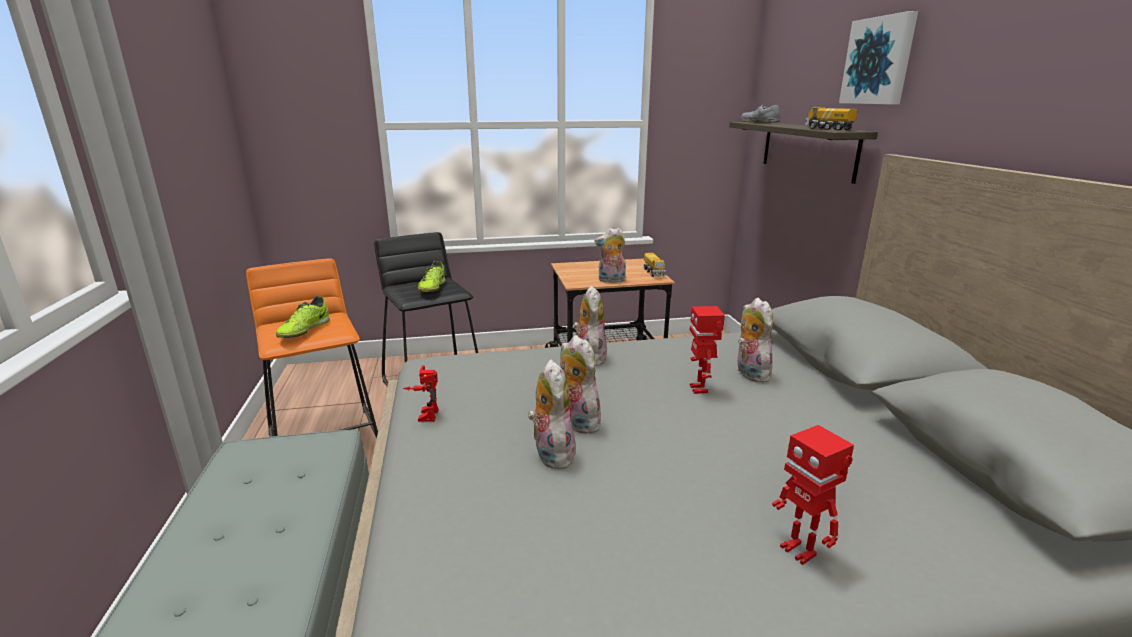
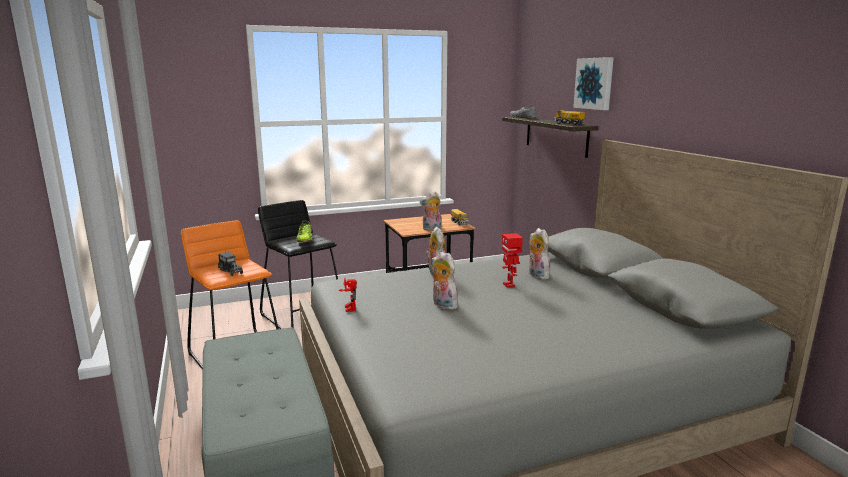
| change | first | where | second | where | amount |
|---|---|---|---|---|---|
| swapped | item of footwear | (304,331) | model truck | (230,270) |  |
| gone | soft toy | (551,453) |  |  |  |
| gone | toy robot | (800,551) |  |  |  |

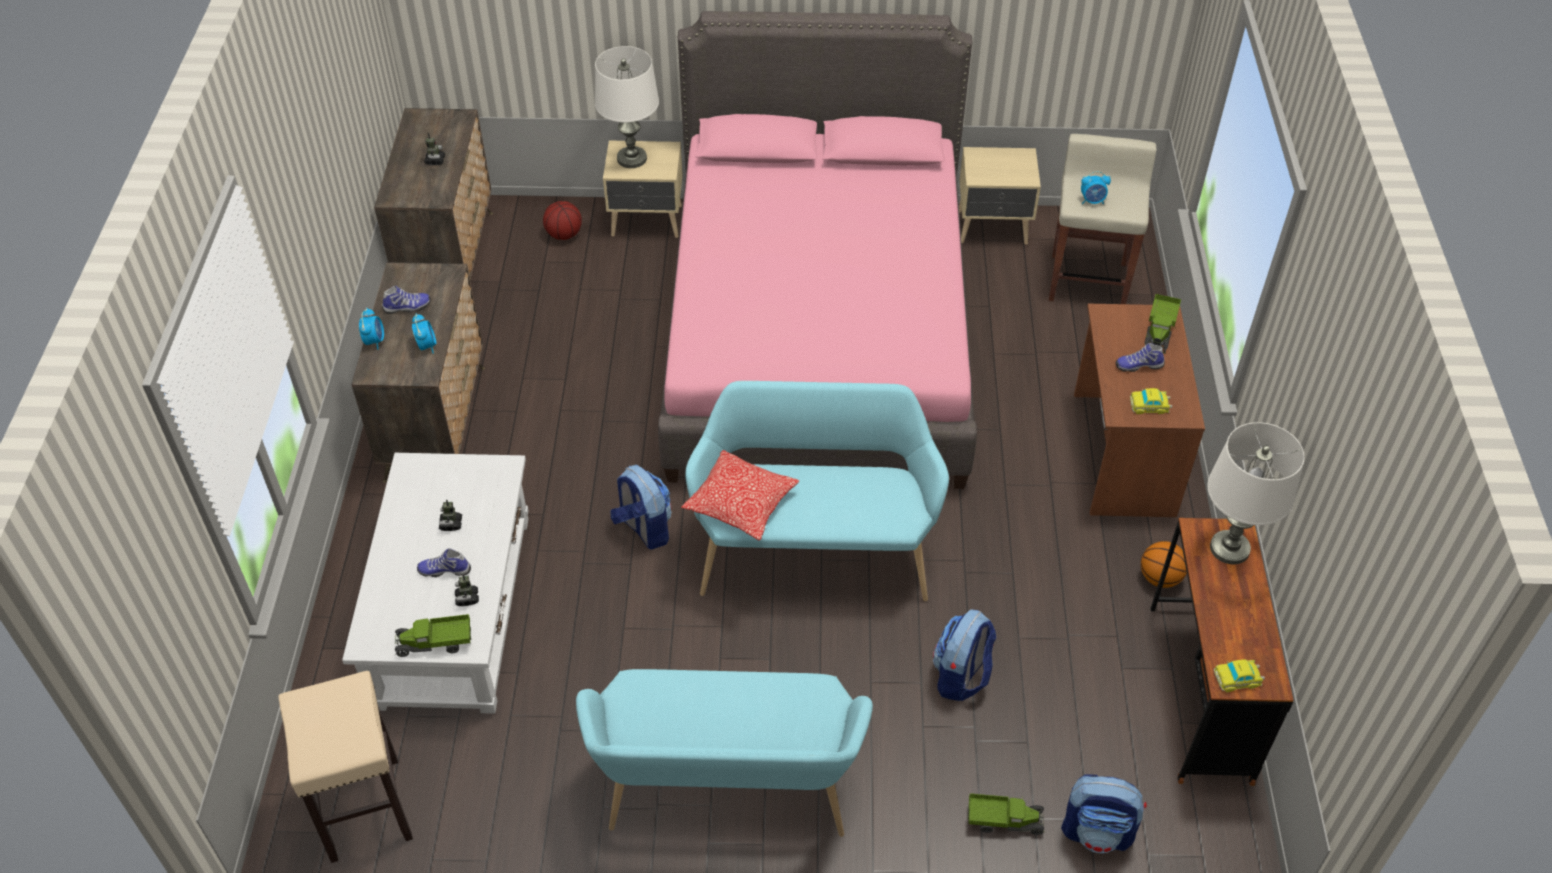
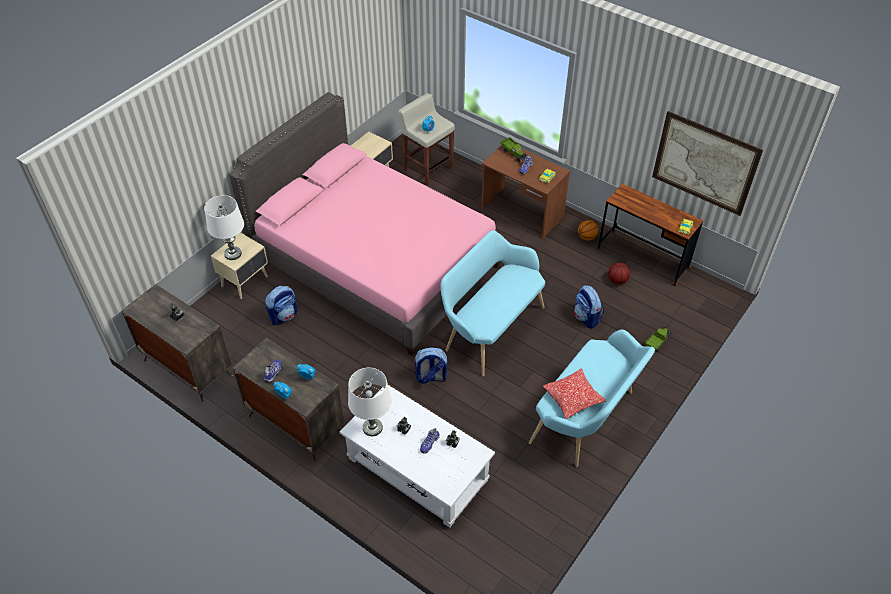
| change | first | where | second | where | amount |
|---|---|---|---|---|---|
| shifted | ball for basketball | (564,234) |  | (617,280) |  |
| shifted | table lamp/whitish | (1229,548) |  | (372,427) |  |
| shifted | pillow | (741,504) |  | (573,398) |  |
| gone | model truck | (435,643) |  |  |  |
| gone | stool/sand-coloured | (364,807) |  |  |  |
| shifted | backpack | (1098,832) |  | (284,316) |  |
| new |  |  | wall picture | (705,163) |  |

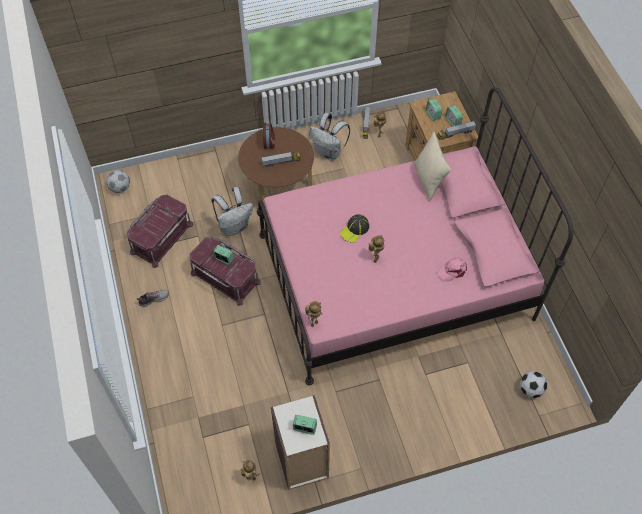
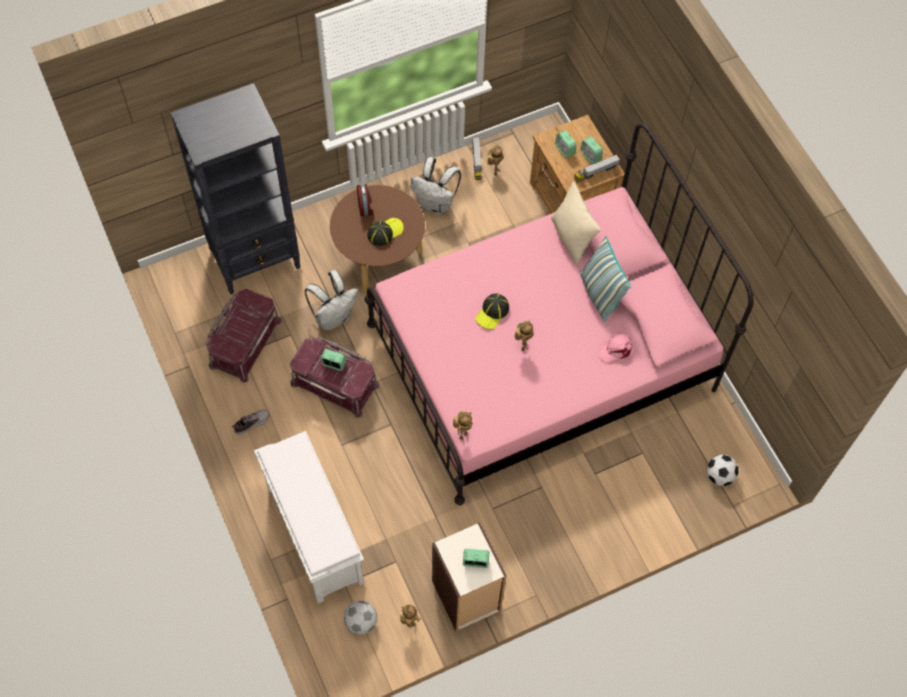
| change | first | where | second | where | amount |
|---|---|---|---|---|---|
| swapped | model truck | (281,162) | baseball cap | (385,232) |  |
| shifted | ball for football | (120,188) |  | (361,622) |  |
| new |  |  | shelving unit/black | (256,258) |  |
| new |  |  | pillow | (599,294) |  |
| new |  |  | long seat/whitish | (313,533) |  |

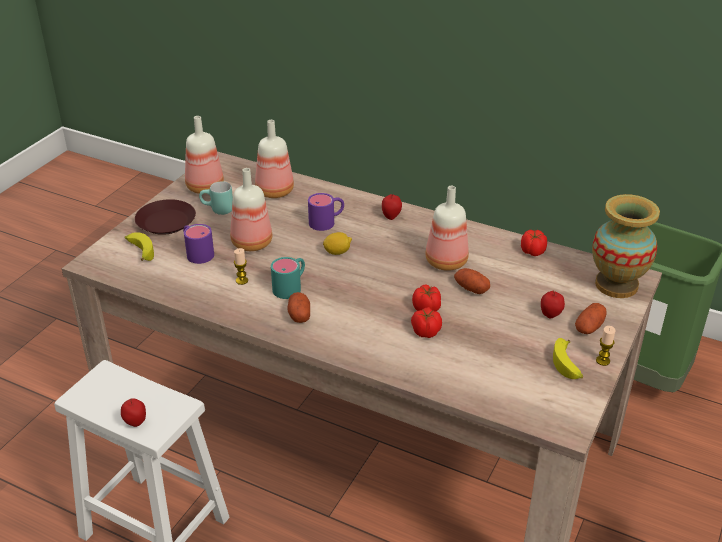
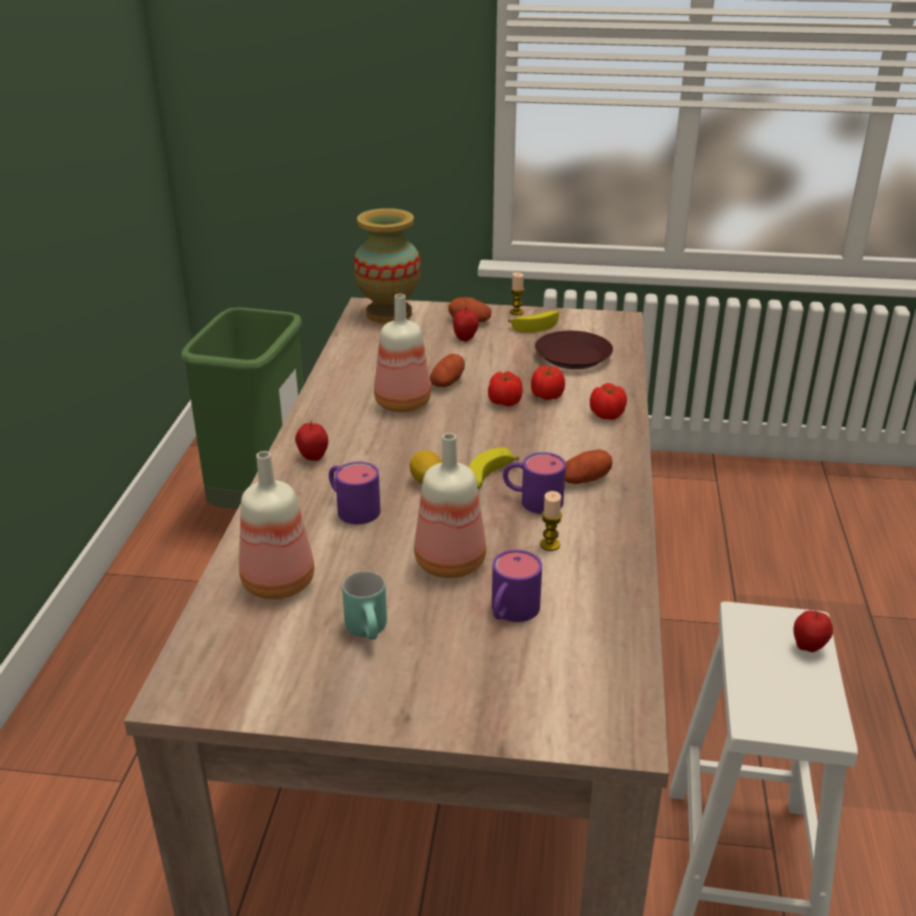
| change | first | where | second | where | amount |
|---|---|---|---|---|---|
| gone | drink bottle | (205,188) |  |  |  |
| shifted | plate/brown | (165,222) |  | (574,356) |  |
| shifted | fresh tomato | (532,252) |  | (608,414) |  |
| shifted | banana fruit | (139,251) |  | (489,478) |  |
| repainted | tea mug/turquoise-coloured | (291,286) | tea mug/purple-coloured | (532,500) |  |

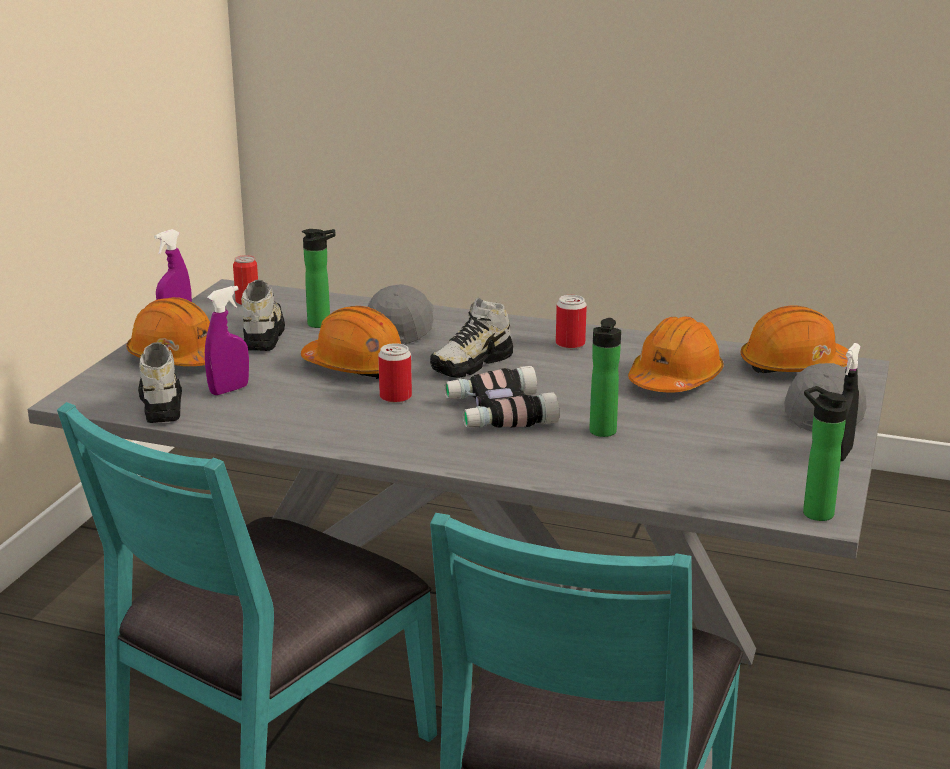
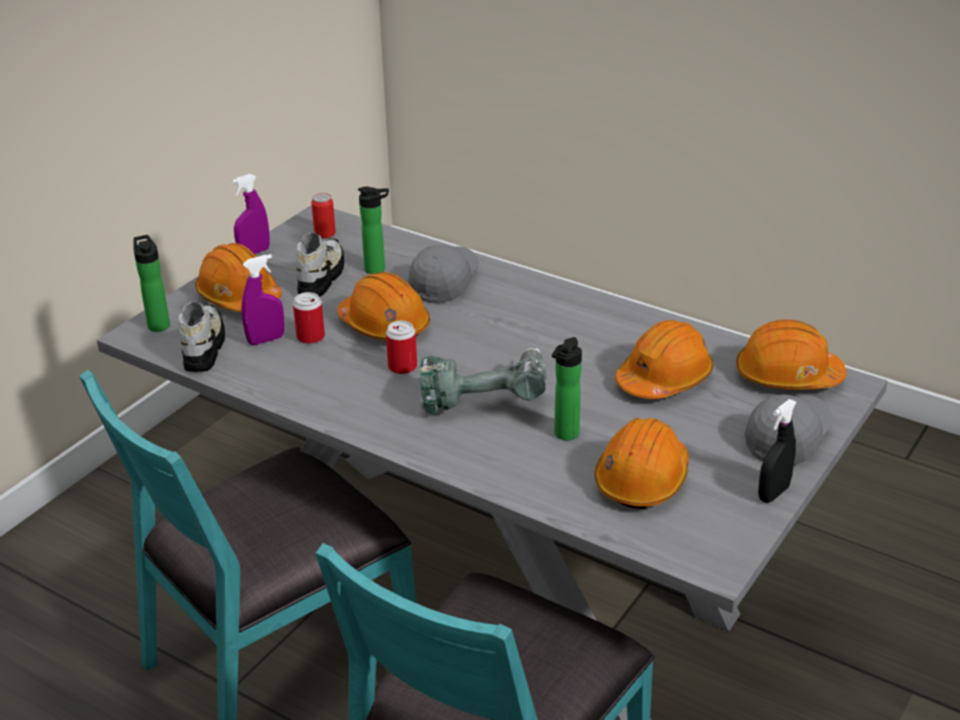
| change | first | where | second | where | amount |
|---|---|---|---|---|---|
| shifted | can | (570,344) |  | (310,337) |  |
| gone | item of footwear | (472,364) |  |  |  |
| swapped | binoculars | (498,413) | electric drill | (483,398) |  |
| shifted | drink bottle | (814,512) |  | (158,324) |  |
| new |  |  | work helmet/orange-coloured | (642,479) |  |

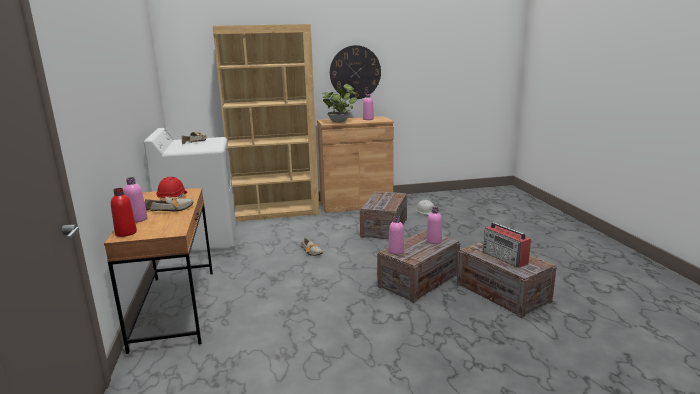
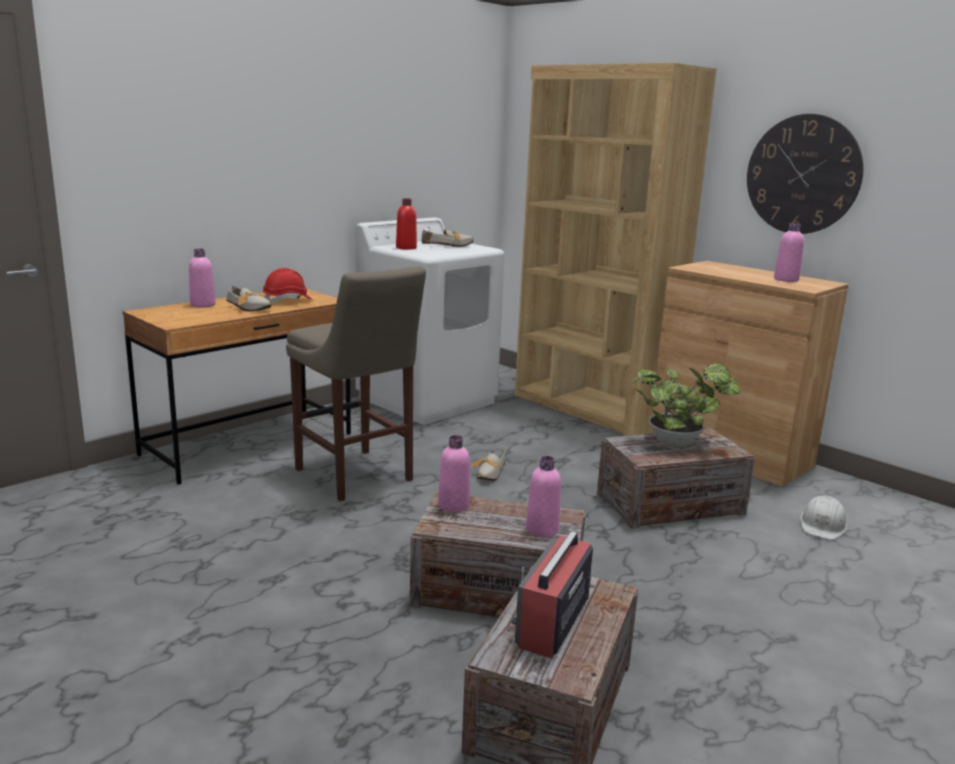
| change | first | where | second | where | amount |
|---|---|---|---|---|---|
| shifted | plant in a pot | (340,121) |  | (678,443) |  |
| shifted | drink bottle/red | (126,233) |  | (406,248) |  |
| new |  |  | stool/sand-coloured | (356,477) |  |

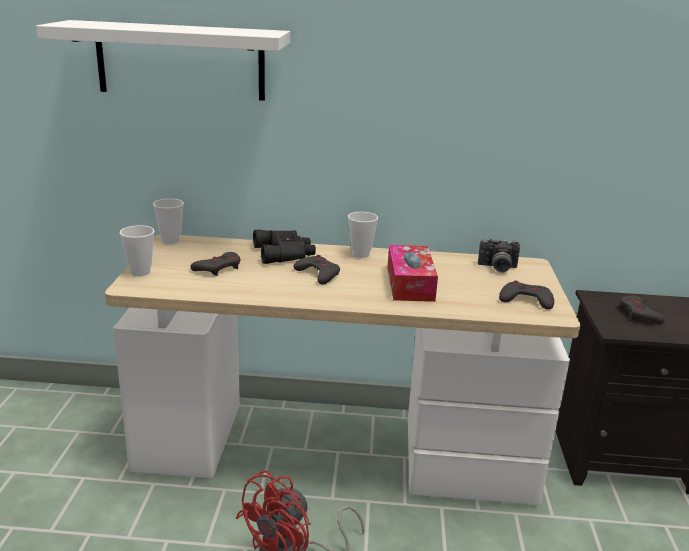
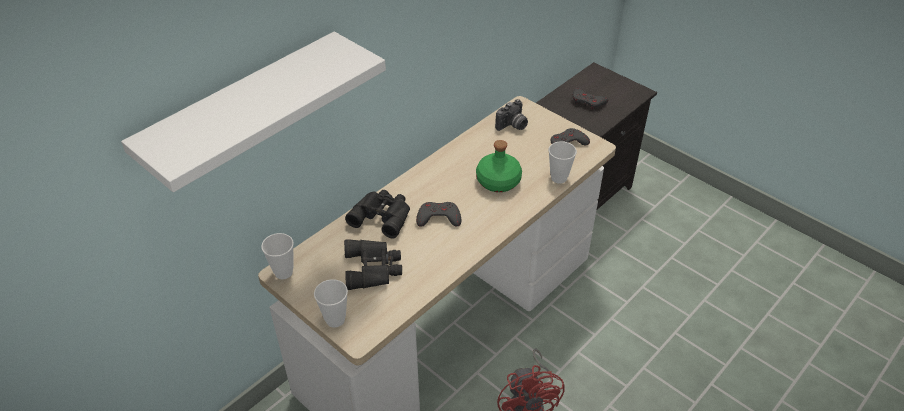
| change | first | where | second | where | amount |
|---|---|---|---|---|---|
| shifted | small cup | (360,254) |  | (559,178) |  |
| swapped | tissue holder | (410,284) | drink bottle/green | (497,181) |  |
| swapped | game controller/gray | (218,268) | binoculars/black | (374,268) |  |

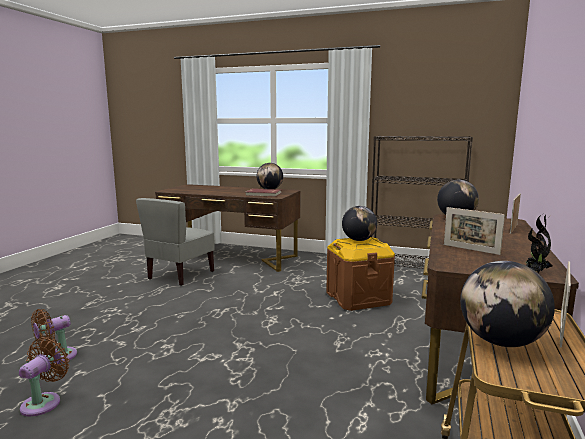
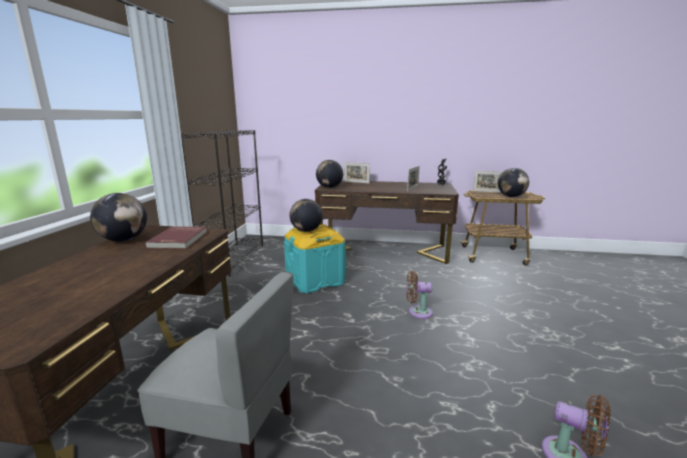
| change | first | where | second | where | amount |
|---|---|---|---|---|---|
| repainted | storage bin/brown | (358,298) | storage bin/turquoise-coloured | (315,280) |  |
| shifted | fan/brown | (44,402) |  | (417,312) |  |

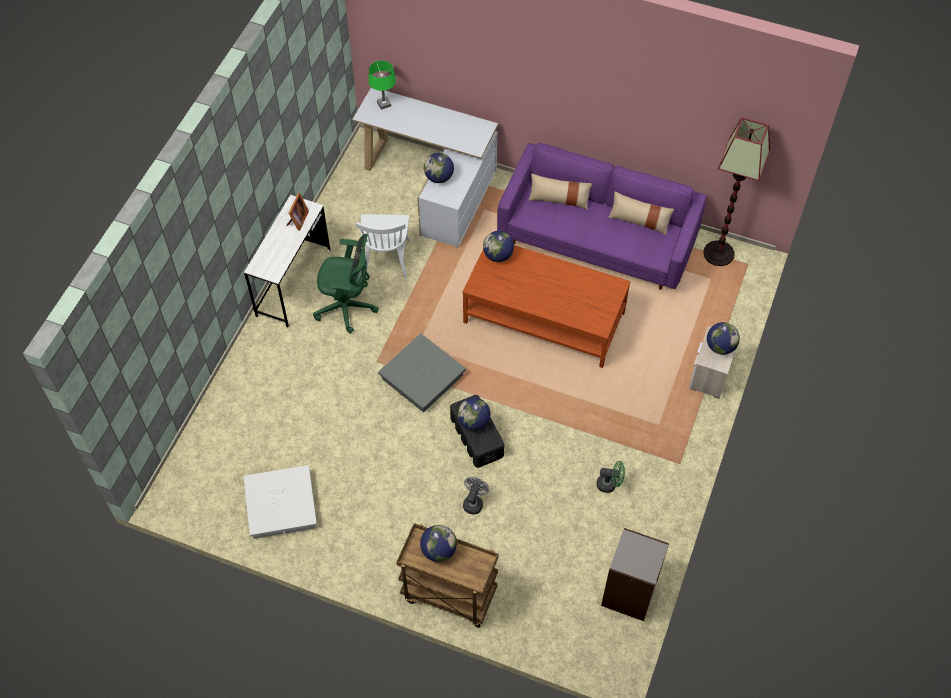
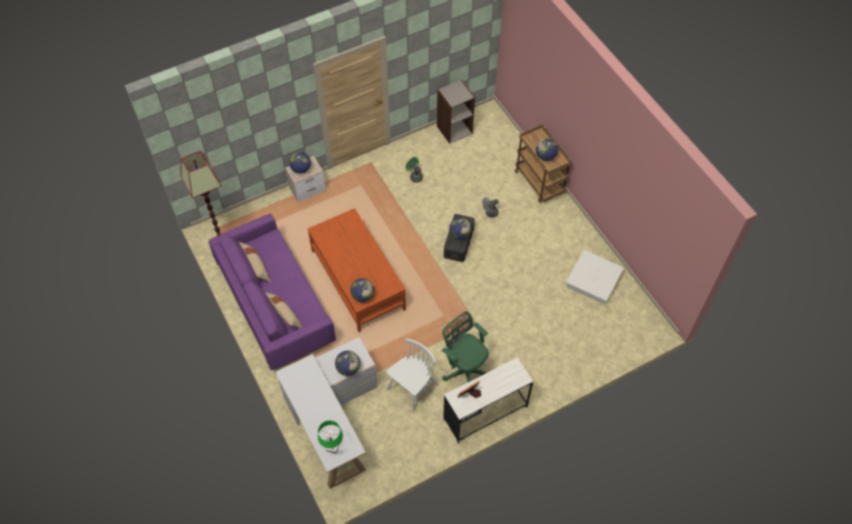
| change | first | where | second | where | amount |
|---|---|---|---|---|---|
| gone | storage bin/gray | (422,376) |  |  |  |

